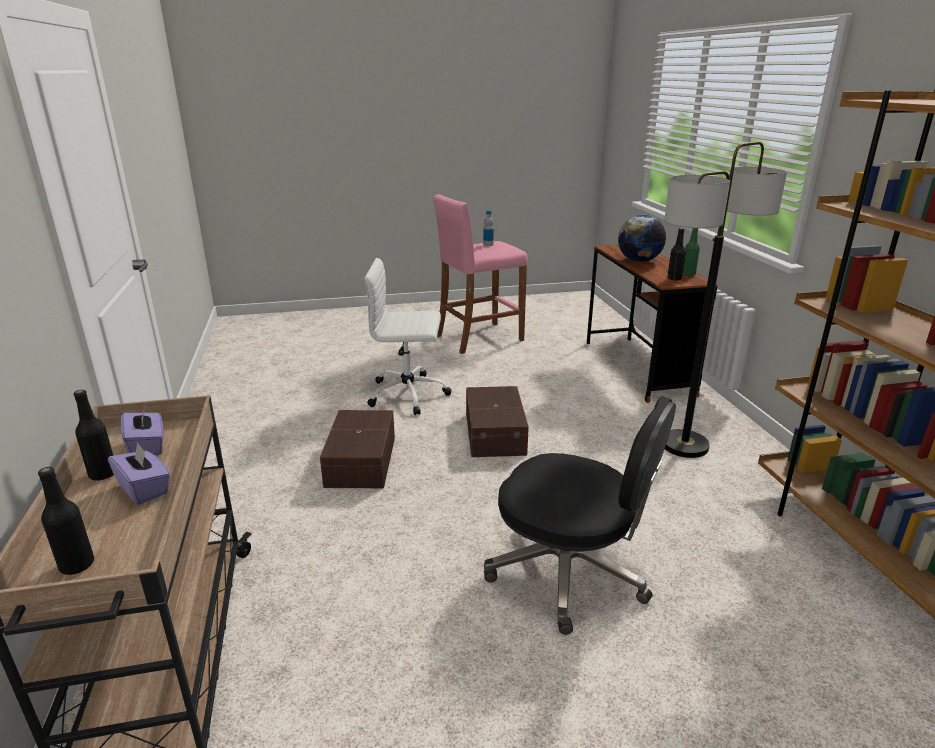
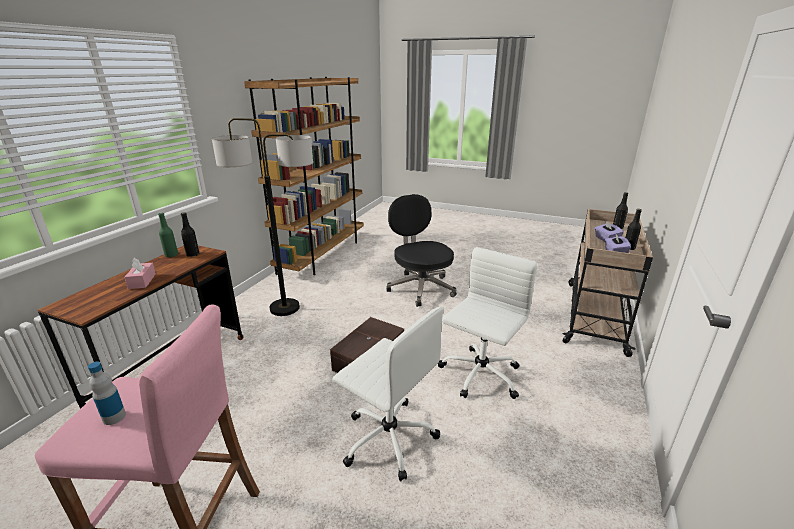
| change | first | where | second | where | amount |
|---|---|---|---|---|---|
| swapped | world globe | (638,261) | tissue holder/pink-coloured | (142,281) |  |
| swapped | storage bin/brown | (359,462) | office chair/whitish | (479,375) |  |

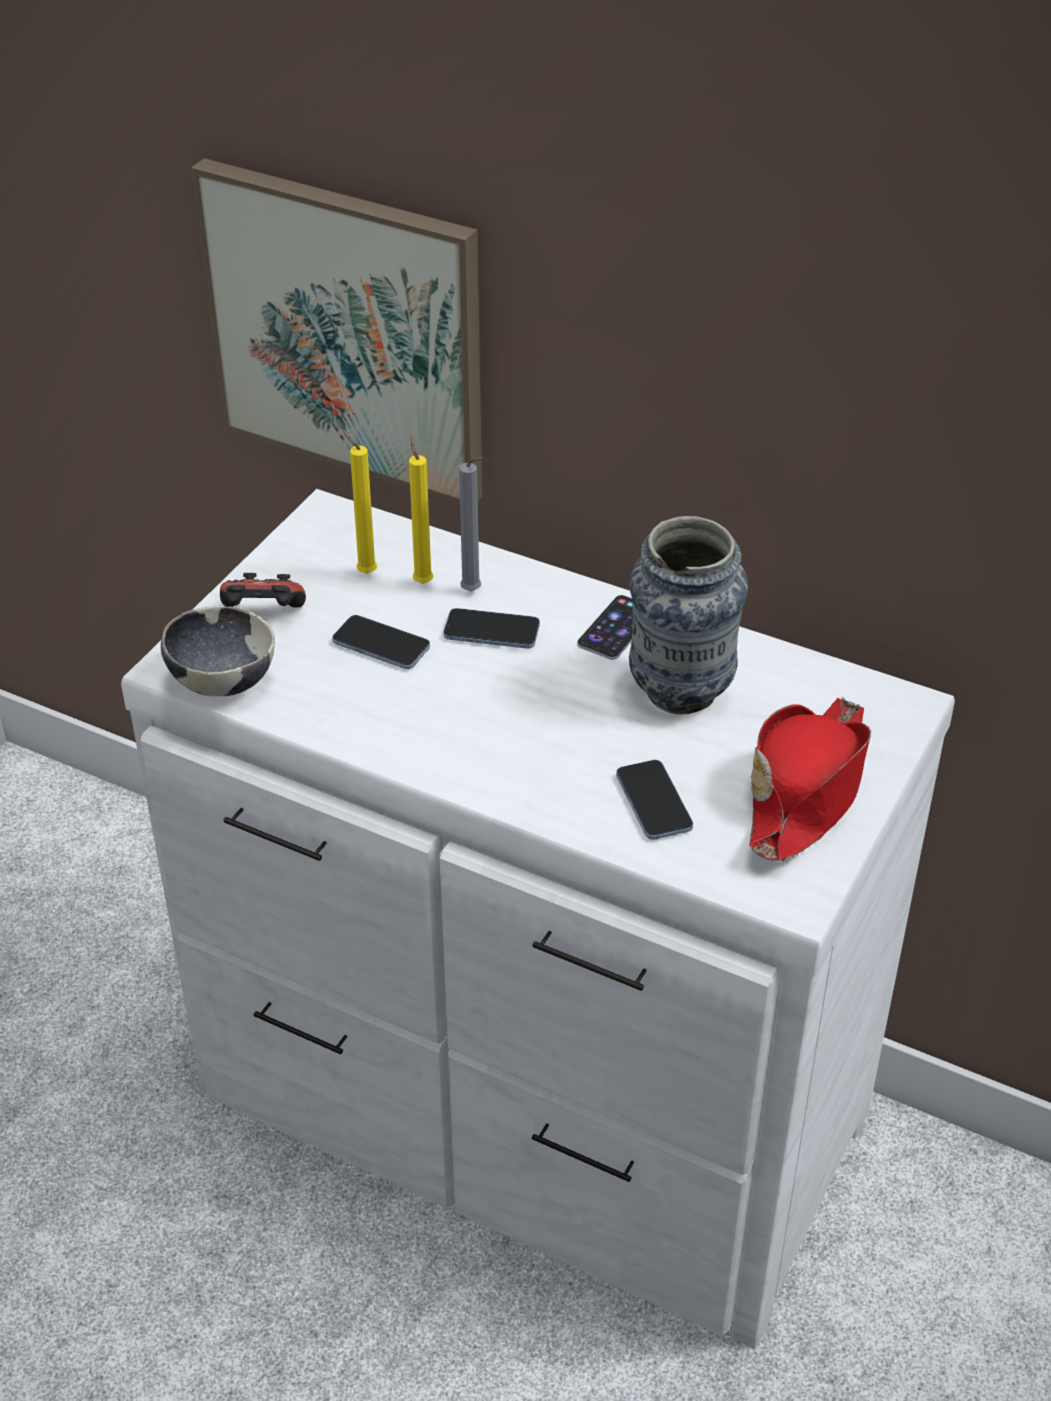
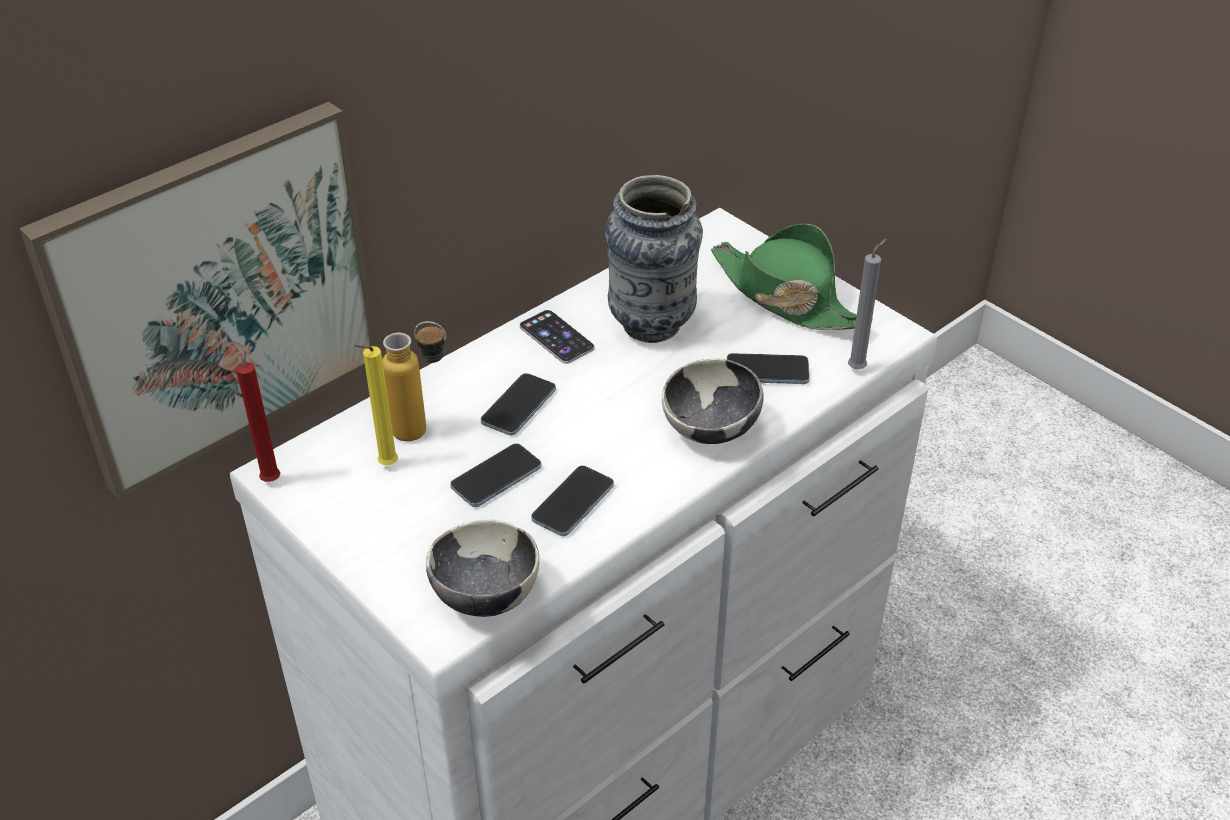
| change | first | where | second | where | amount |
|---|---|---|---|---|---|
| swapped | wax light/yellow-coloured | (422,581) | drink bottle | (423,432) |  |
| shifted | wax light/gray | (473,592) |  | (859,368) |  |
| gone | game controller | (263,615) |  |  |  |
| repainted | hat/red | (807,790) | hat/green | (786,296) |  |
| new |  |  | wax light/red | (273,478) |  |
| new |  |  | serving bowl | (711,430) |  |
| new |  |  | telephone | (573,503) |  |

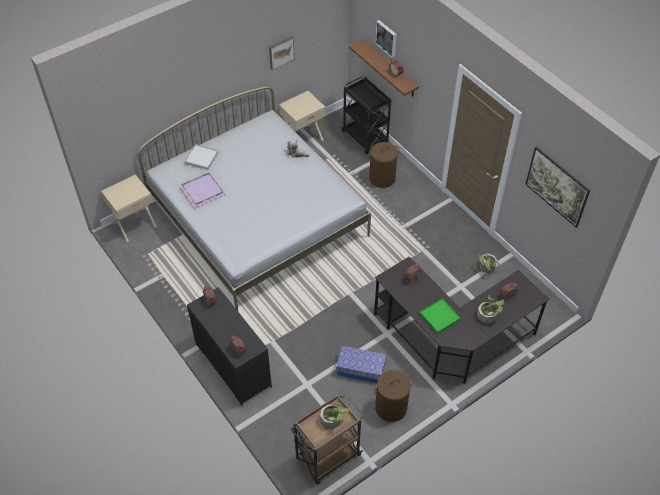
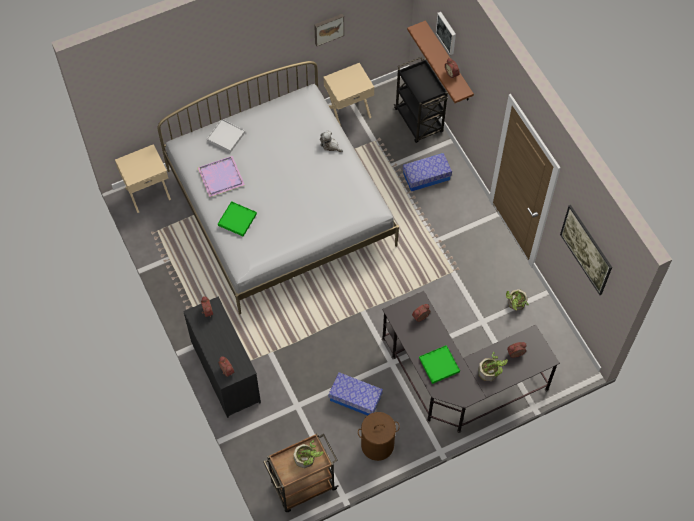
| change | first | where | second | where | amount |
|---|---|---|---|---|---|
| swapped | hamper/brown | (382,178) | storage bin | (426,177) |  |
| new |  |  | tray/green | (237,220) |  |

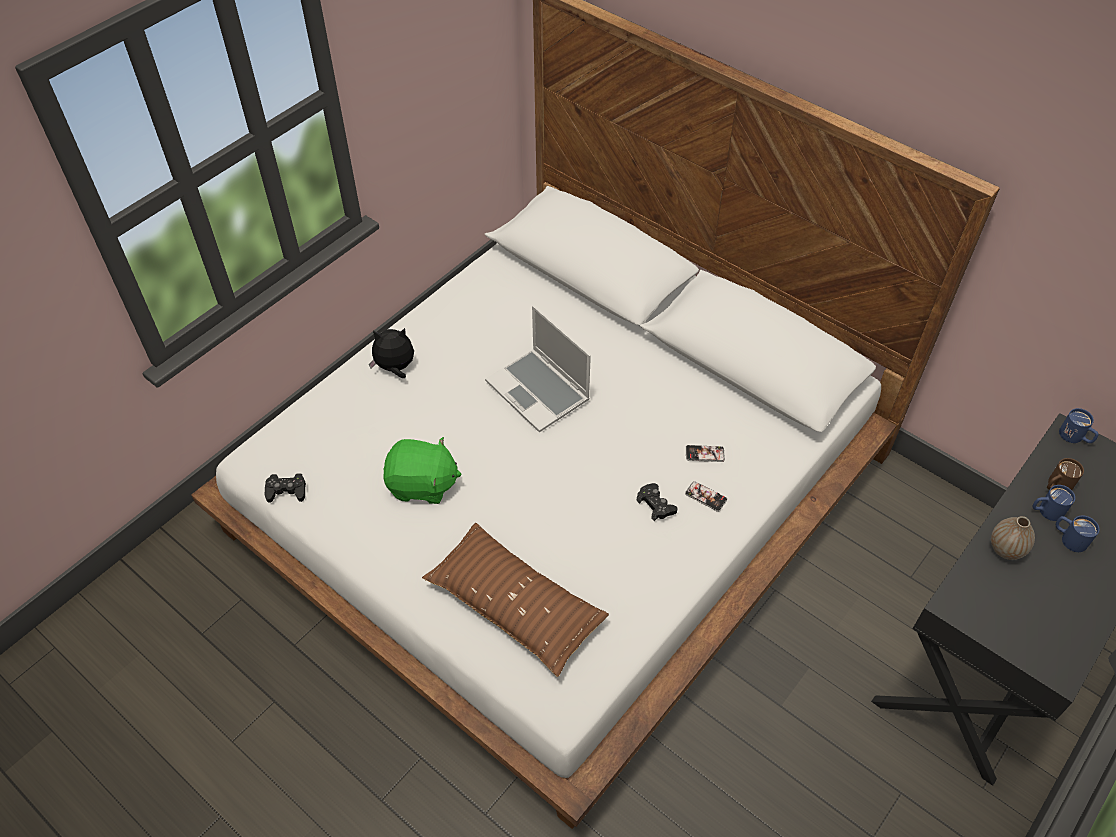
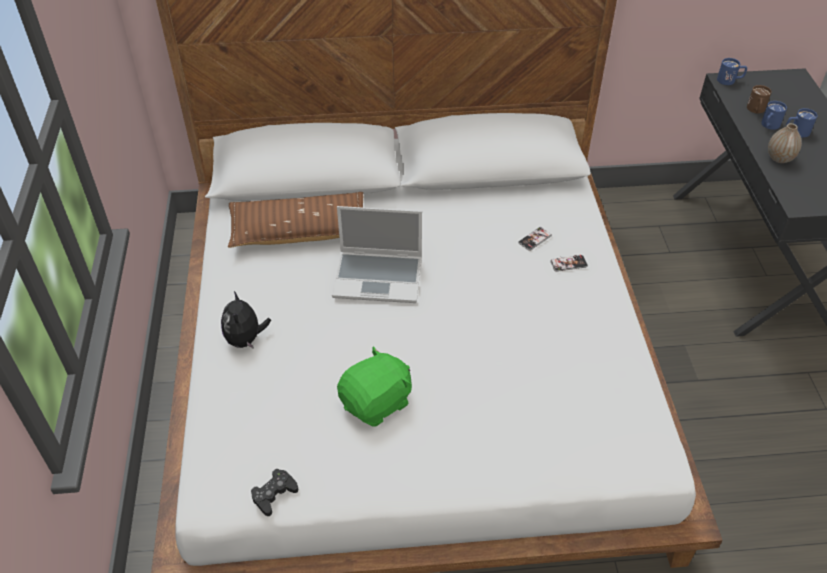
| change | first | where | second | where | amount |
|---|---|---|---|---|---|
| rotated | soft toy | (395,368) |  | (246,339) | 45 degrees counterclockwise |
| gone | game controller/black | (656,505) |  |  |  |
| shifted | pillow/brown | (515,606) |  | (299,231) |  |

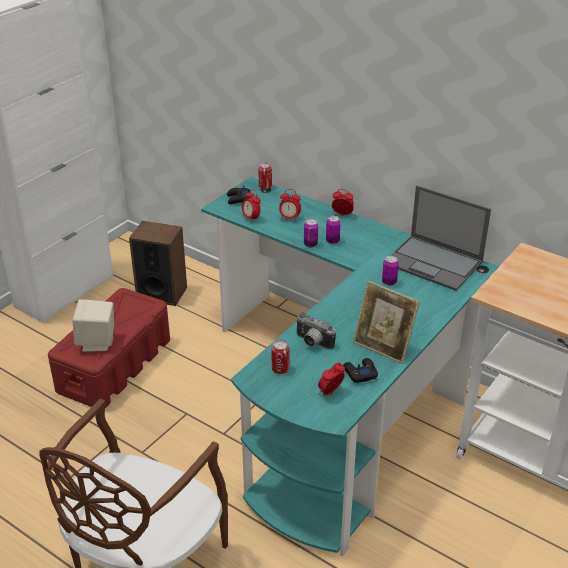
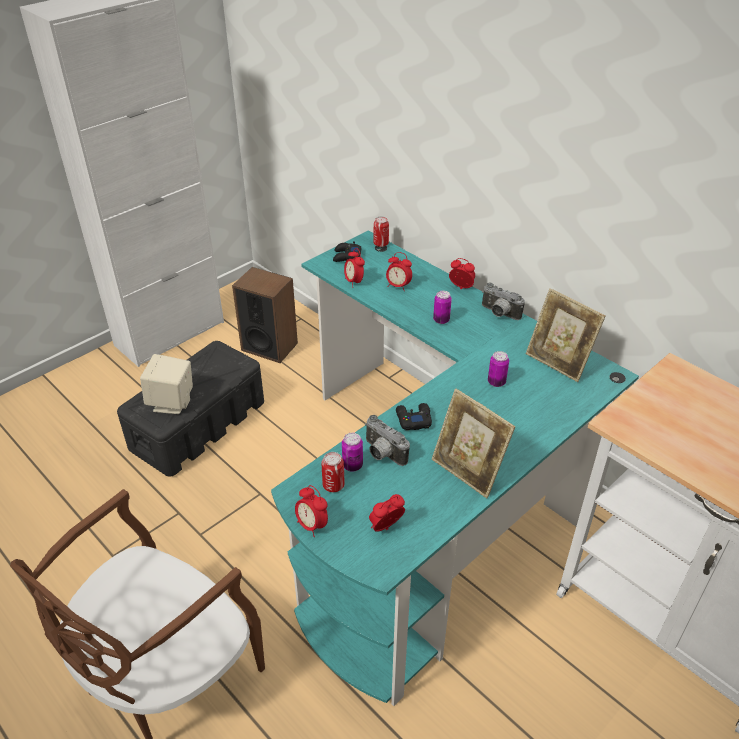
| change | first | where | second | where | amount |
|---|---|---|---|---|---|
| swapped | portable computer | (434,263) | photo frame | (558,362) |  |
| shifted | can | (310,244) |  | (352,465) |  |
| repainted | storage bin/red | (115,365) | storage bin/black | (199,425) |  |
| shifted | game controller/black | (360,373) |  | (413,419) |  |
| new |  |  | photo camera | (498,314) |  |
| new |  |  | alarm clock | (312,525) |  |

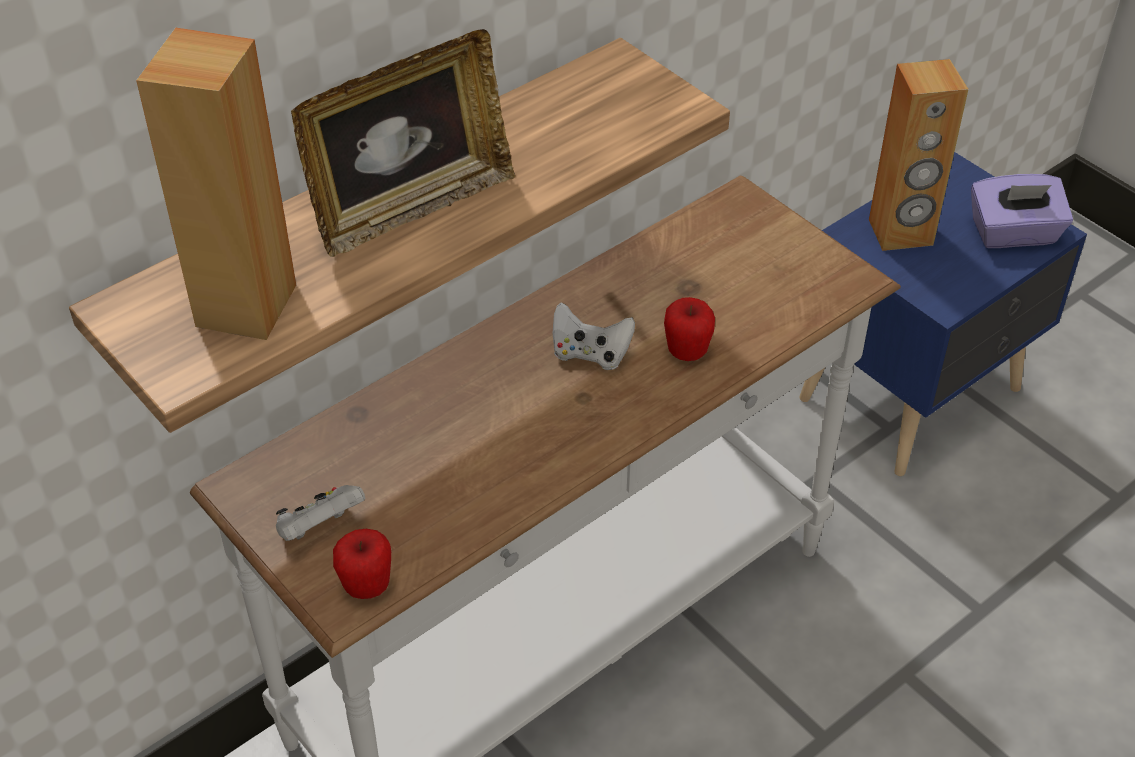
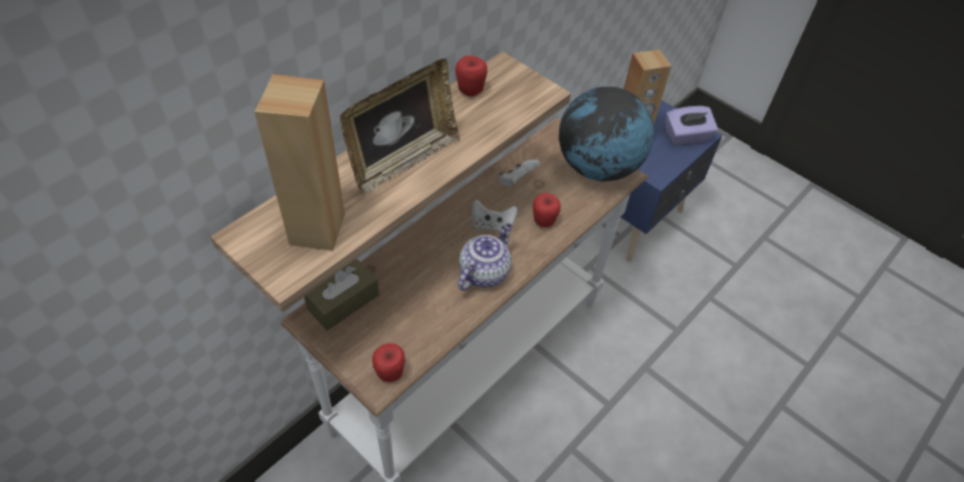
| change | first | where | second | where | amount |
|---|---|---|---|---|---|
| shifted | game controller/whitish | (319,529) |  | (516,181) |  |
| new |  |  | apple fruit | (470,91) |  |
| new |  |  | world globe | (597,168) |  |
| new |  |  | pot for tea | (484,272) |  |
| new |  |  | tissue holder/brown | (343,302) |  |

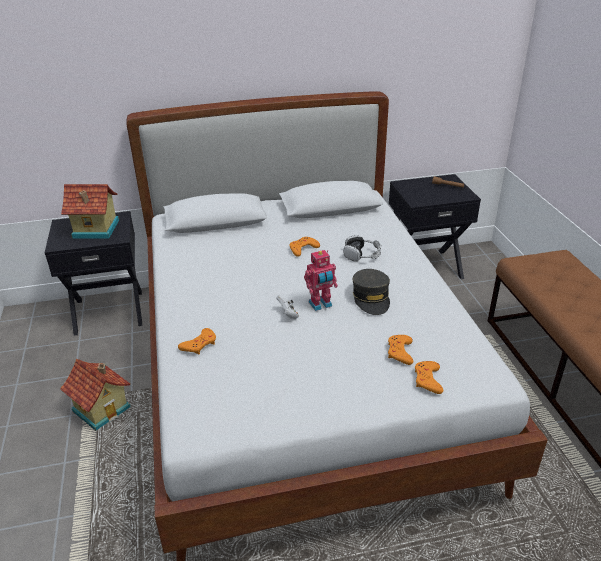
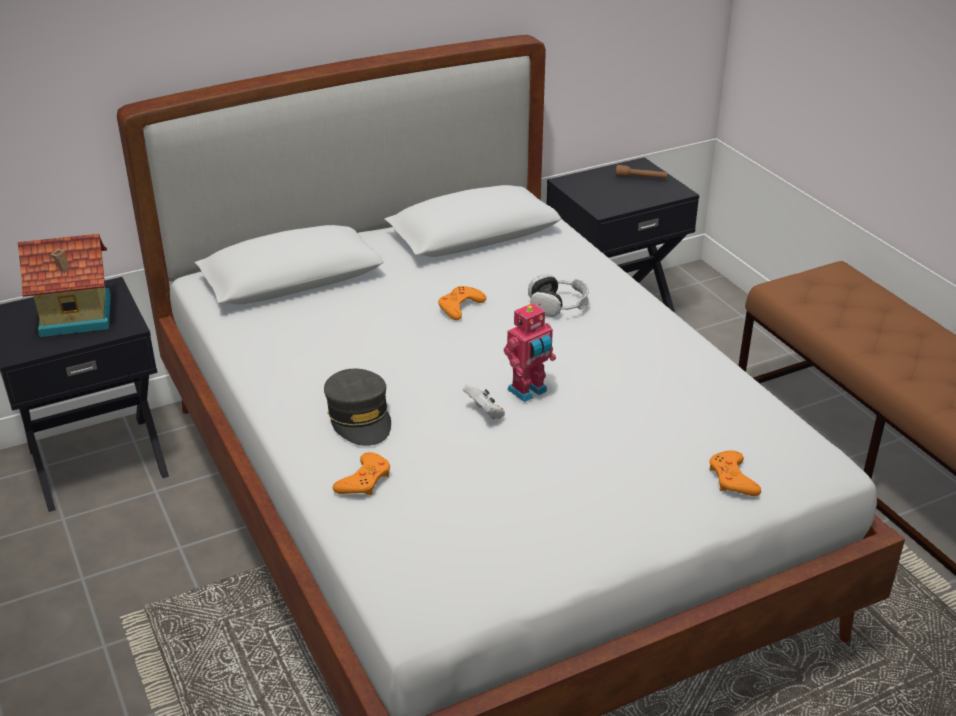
| change | first | where | second | where | amount |
|---|---|---|---|---|---|
| shifted | baseball cap/gray | (371,298) |  | (360,418) |  |
| gone | game controller/orange-coloured | (400,352) |  |  |  |
| gone | miniature house | (102,408) |  |  |  |

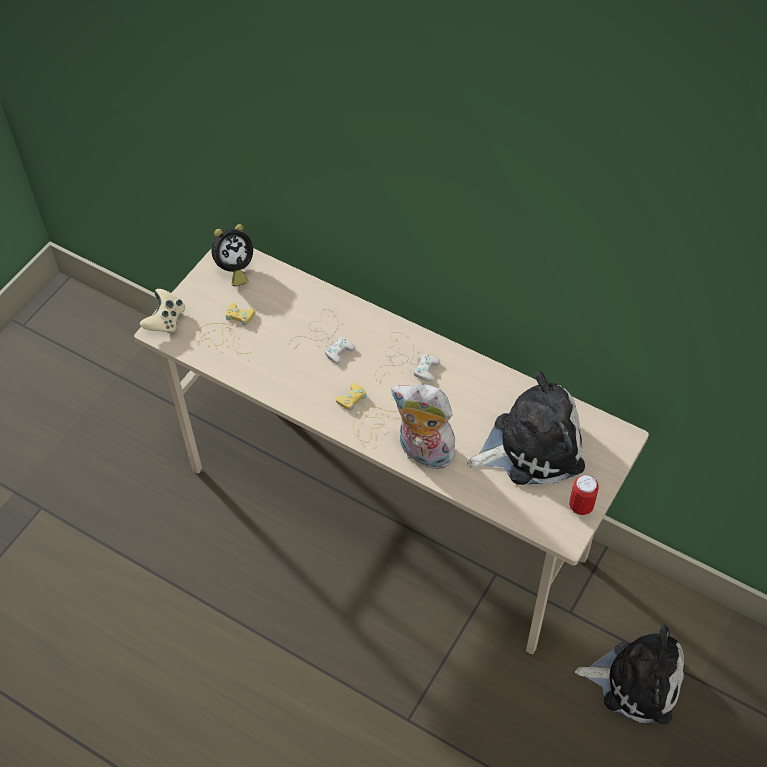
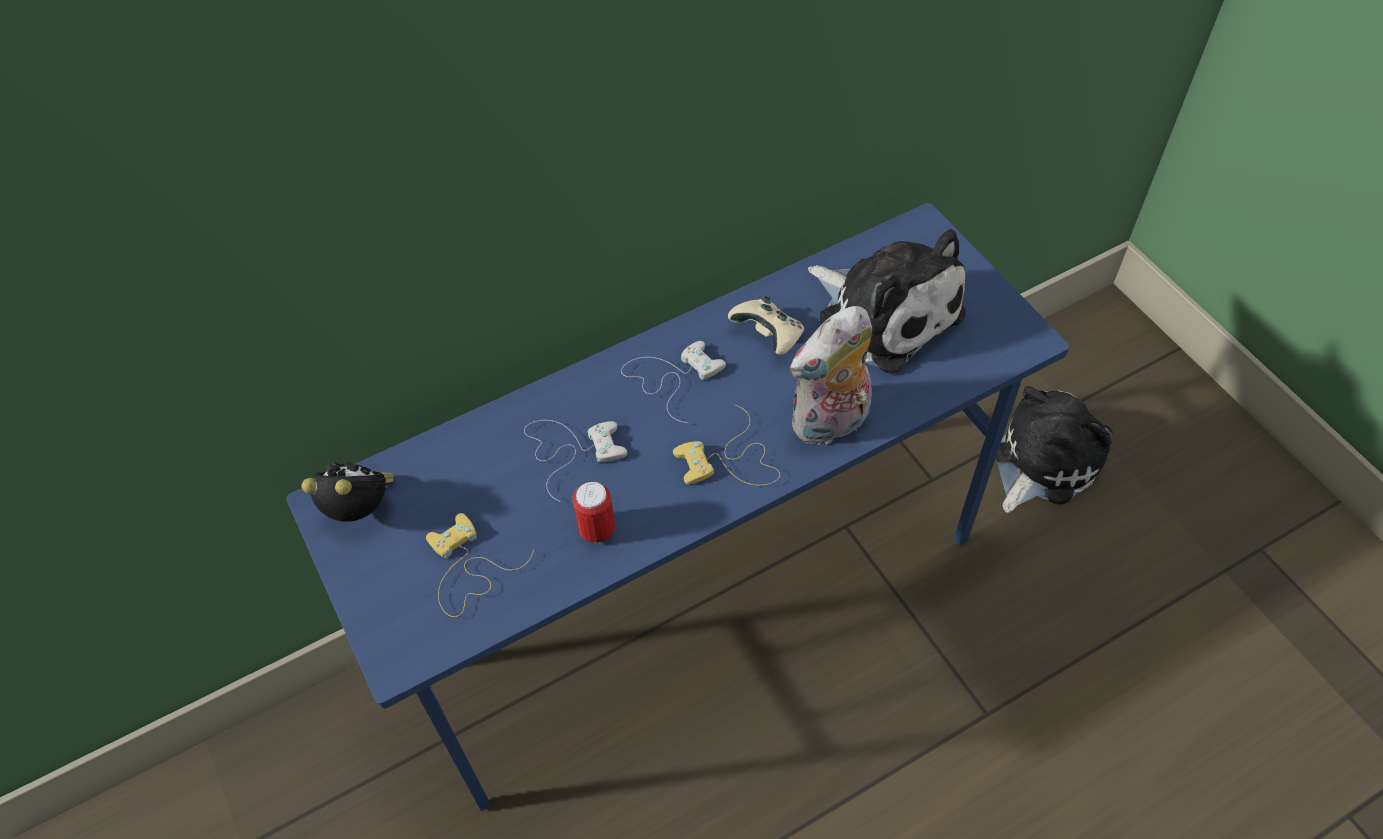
| change | first | where | second | where | amount |
|---|---|---|---|---|---|
| rotated | alarm clock | (234,269) |  | (363,509) | 75 degrees counterclockwise |
| repainted | desk unit/sand-coloured | (387,513) | desk unit/blue | (698,600) |  |
| shifted | game controller/sand-coloured | (165,321) |  | (769,336) |  |
| rotated | soft toy | (531,446) |  | (885,312) | 120 degrees clockwise |
| shifted | can | (581,506) |  | (597,530) |  |

